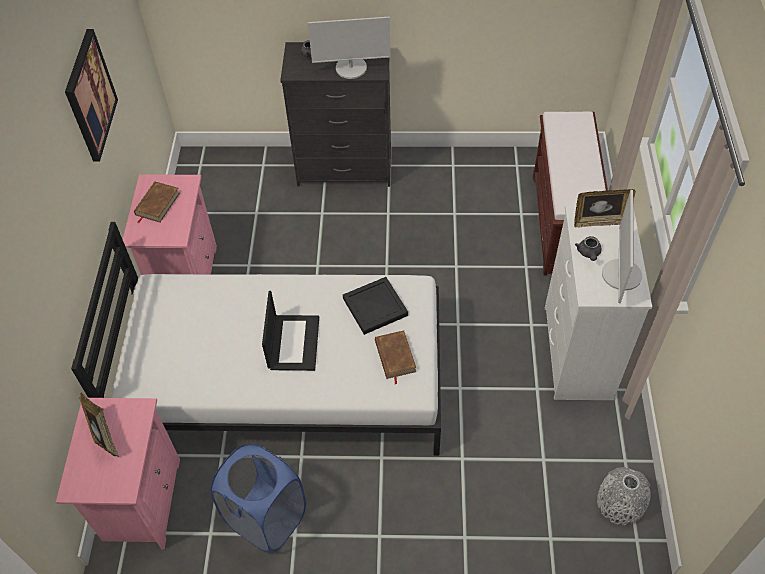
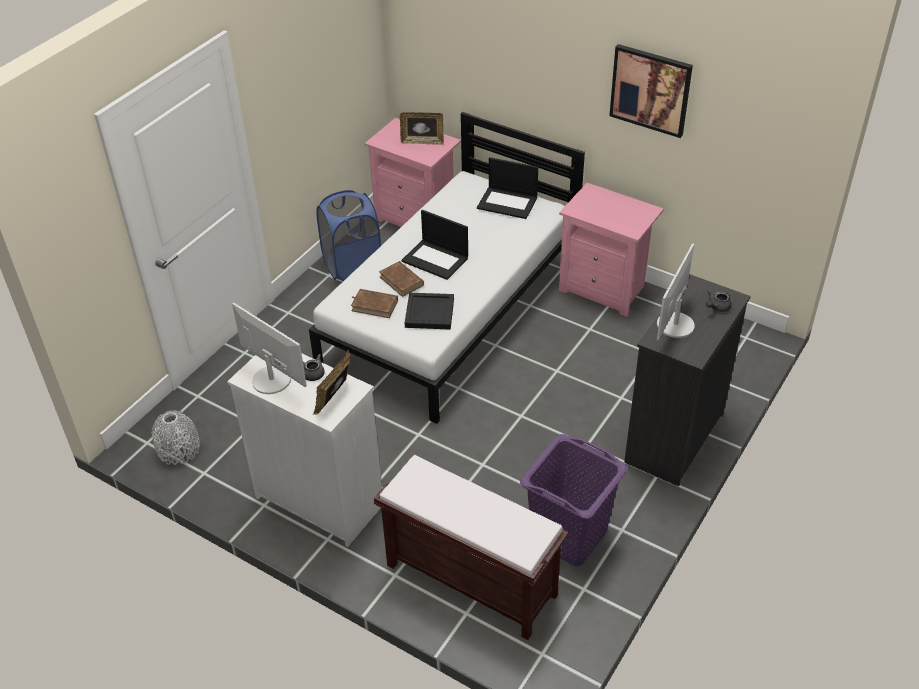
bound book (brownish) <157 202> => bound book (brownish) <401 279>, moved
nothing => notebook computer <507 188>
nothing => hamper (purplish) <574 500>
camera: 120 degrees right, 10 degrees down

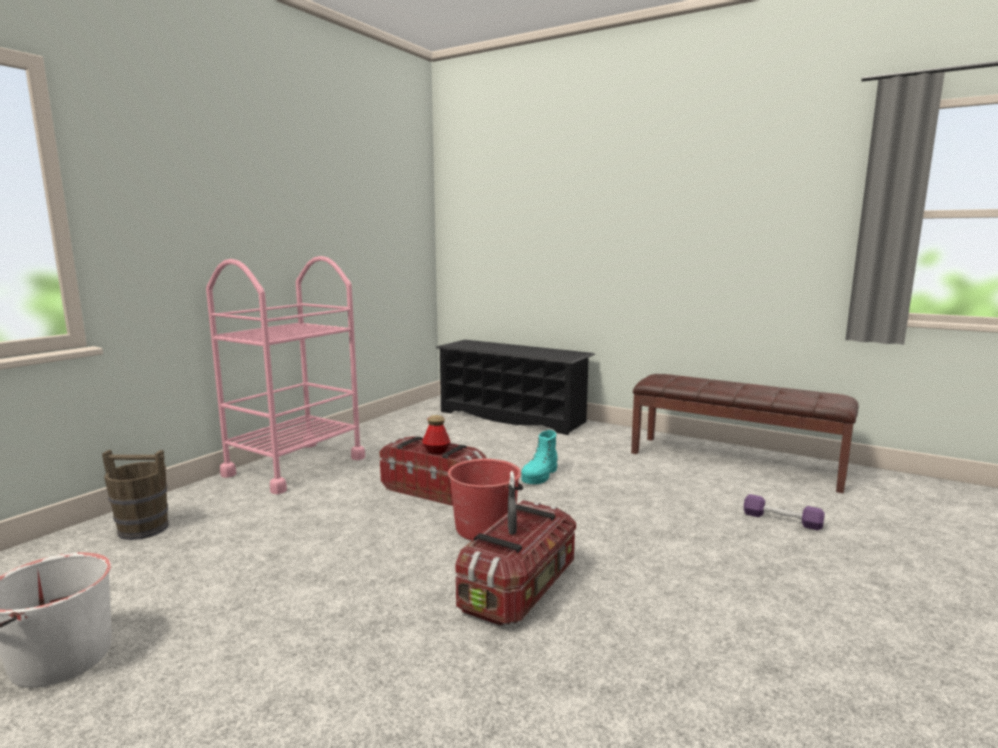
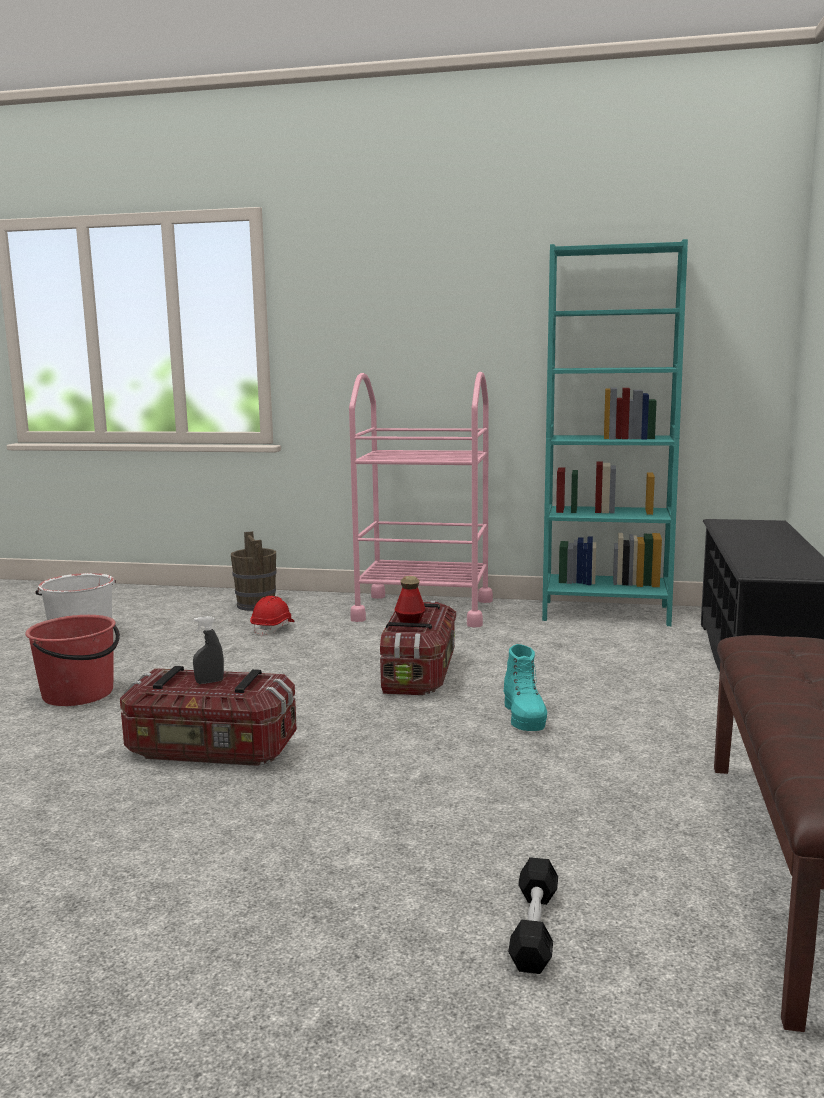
tall boot (blue-green) <539 457> => tall boot (blue-green) <525 687>, 105 degrees counterclockwise
bucket (reddish) <485 500> => bucket (reddish) <72 660>, moved
free weight (purplish) <784 512> => free weight (blackish) <533 915>
nothing => bookshelf (blue-green) <615 432>
nothing => work helmet (reddish) <272 616>
camera: 70 degrees right, 0 degrees up

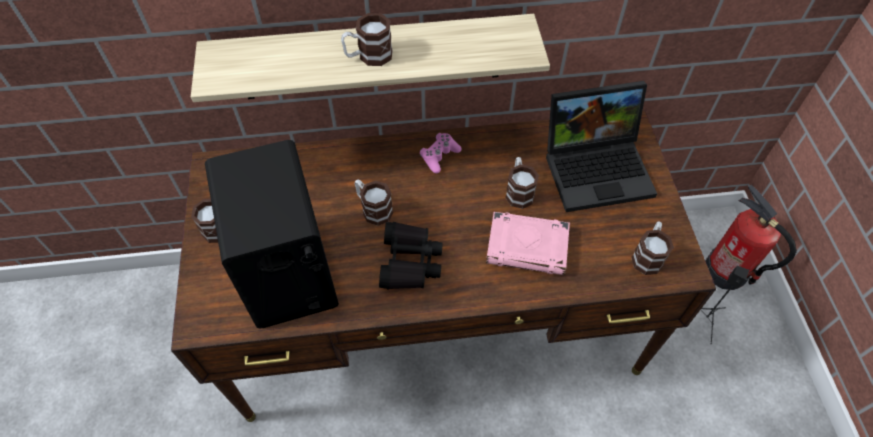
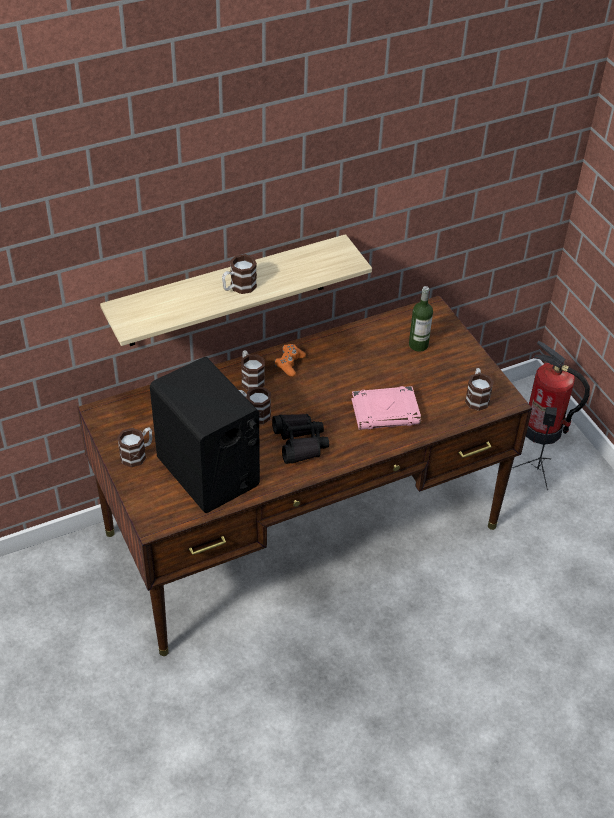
notebook computer <601 146> => bottle <421 319>
game controller (pinkish) <441 153> => game controller (orange-coloured) <290 360>
coffee mug <522 183> => coffee mug <253 370>, moved
camera: 20 degrees left, 10 degrees down

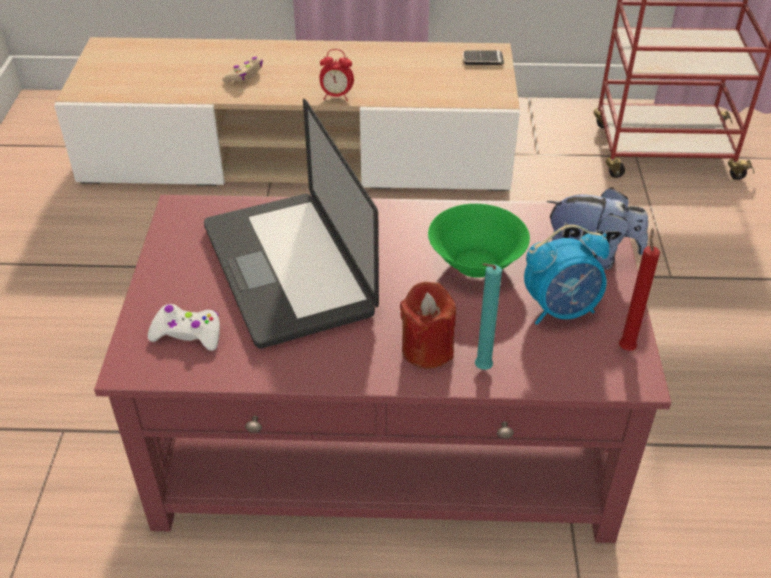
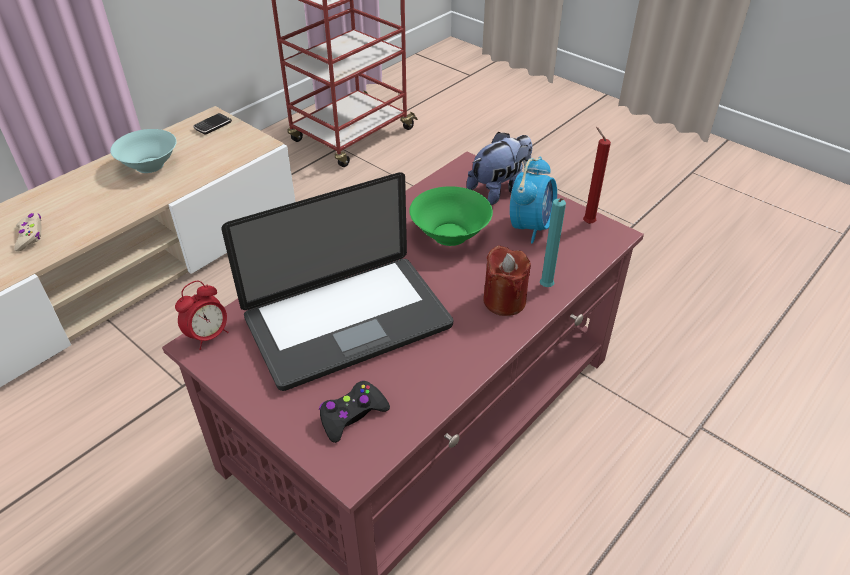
alarm clock <336 75> => alarm clock <202 315>, moved
notebook computer <291 224> => notebook computer <337 281>, 45 degrees counterclockwise
game controller (whitish) <184 327> => game controller (blackish) <354 412>
nothing => serving bowl (blue-green) <143 151>
camera: 50 degrees left, 0 degrees up

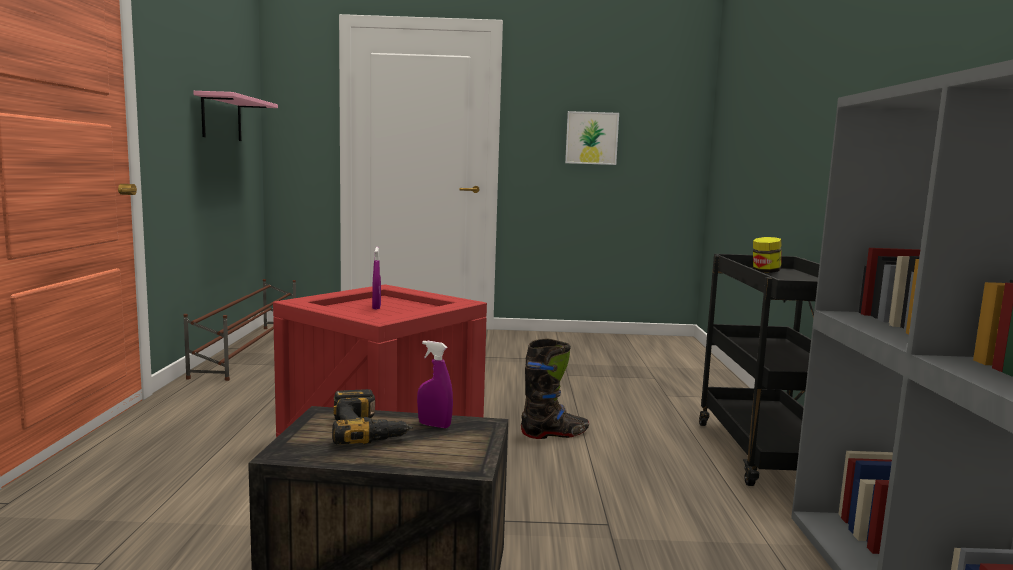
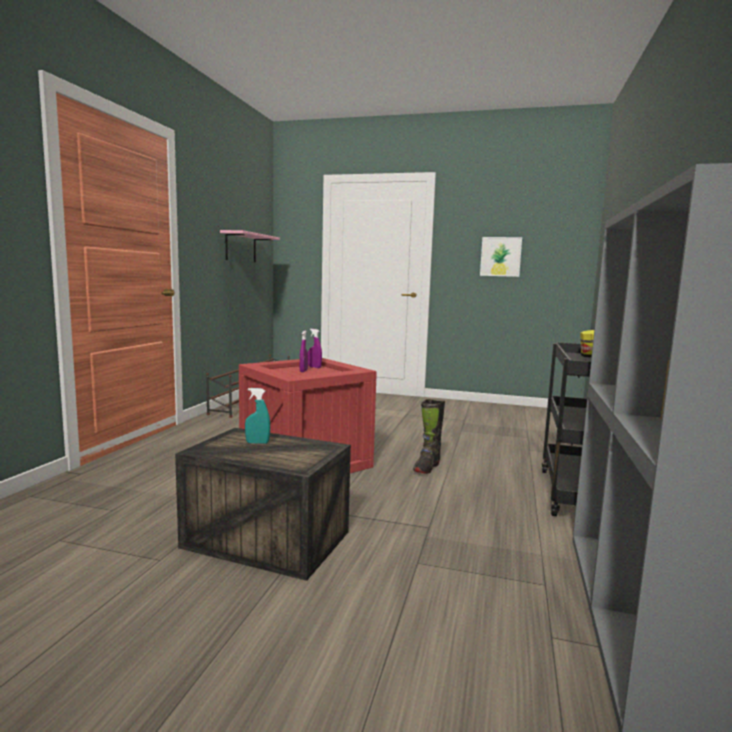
tall boot (blackish) <555 388> => tall boot (blackish) <429 436>, 120 degrees clockwise
hand sprayer (purplish) <435 384> => hand sprayer (purplish) <315 348>, moved
power drill <372 416> => hand sprayer (blue-green) <257 416>
camera: 15 degrees right, 0 degrees up

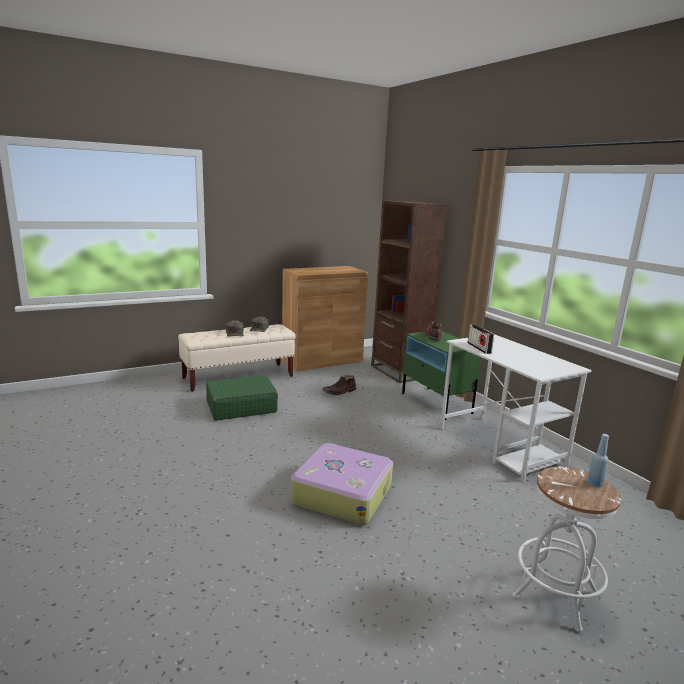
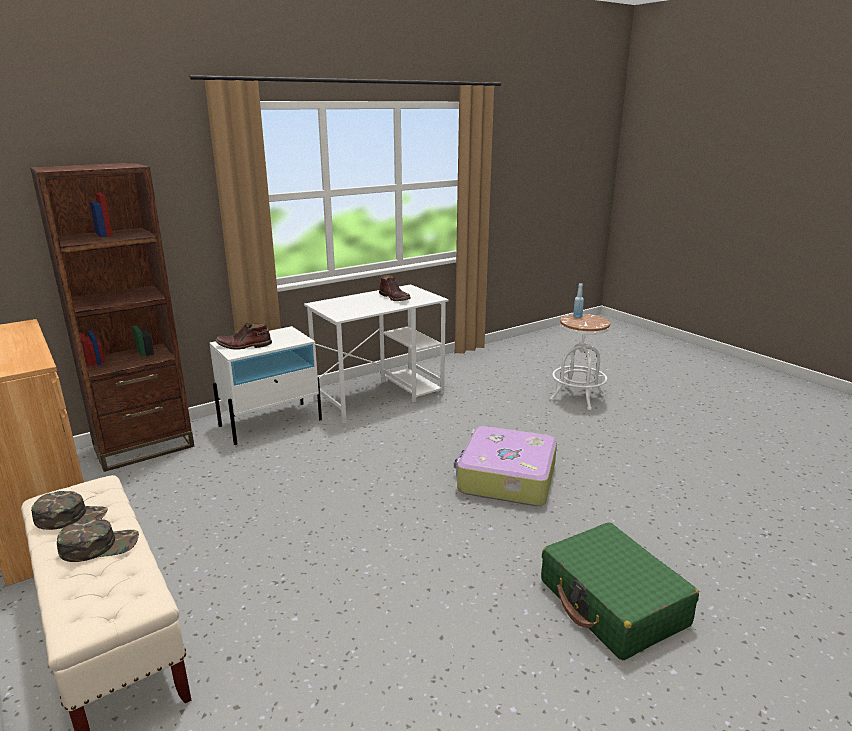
radio set <480 339> => nothing
bedside table (green) <442 375> => bedside table (whitish) <265 385>
travel case (green) <242 398> => travel case (green) <620 591>, moved
tall boot (brownish) <339 385> => tall boot (brownish) <395 288>, moved
camera: 95 degrees left, 5 degrees up

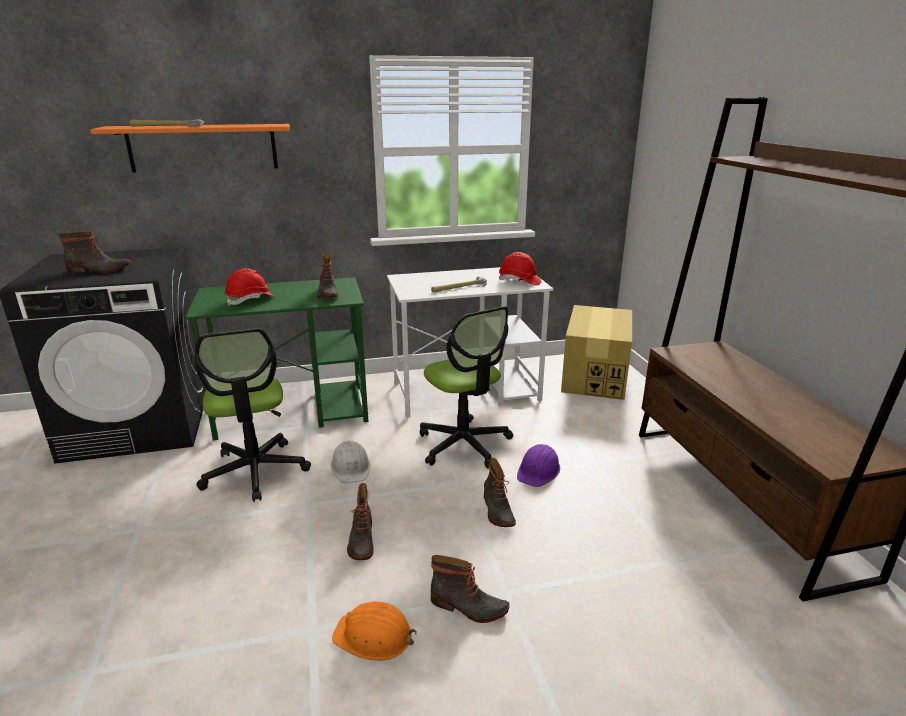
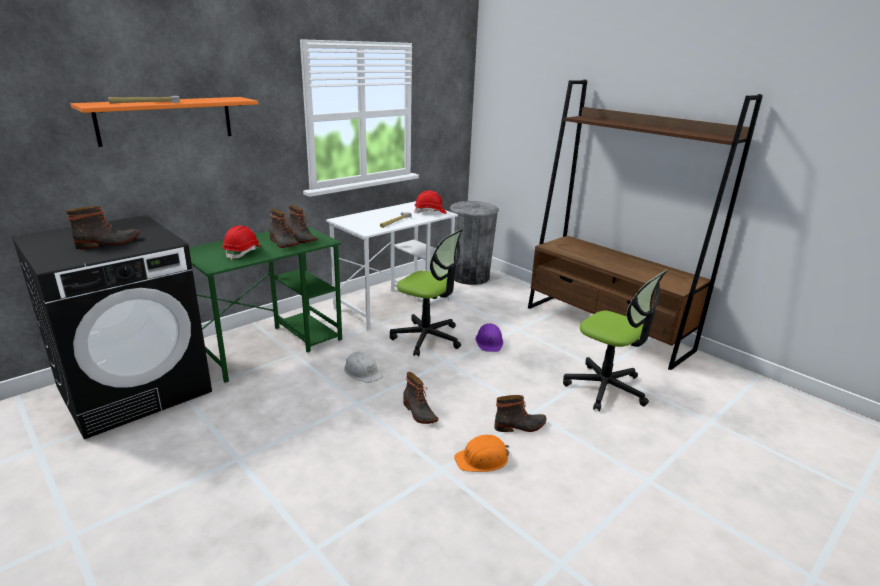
packing box <596 352> => rubbish bin (grey) <474 243>
computer chair <252 415> => computer chair <616 340>, moved
tall boot <500 492> => tall boot <284 228>, moved
camera: 30 degrees left, 0 degrees up

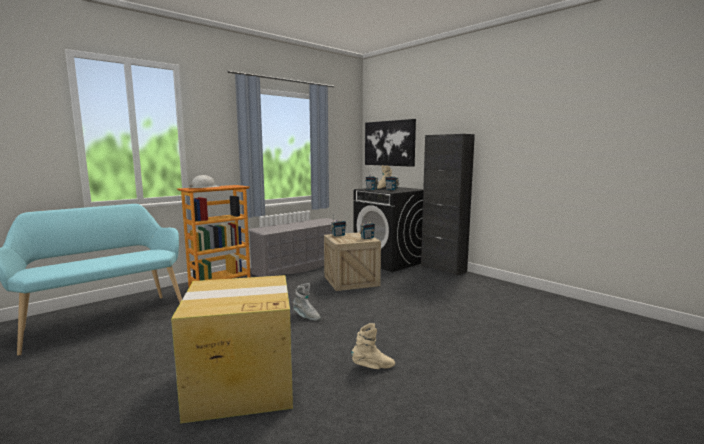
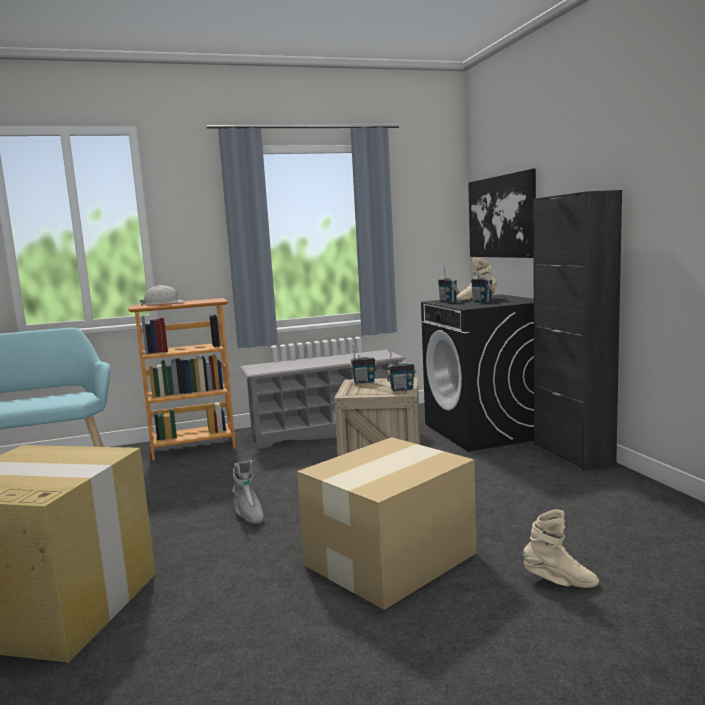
tall boot (beige-coloured) <373 346> => tall boot (beige-coloured) <560 548>, moved
nothing => packing box <386 523>
camera: 25 degrees right, 0 degrees up

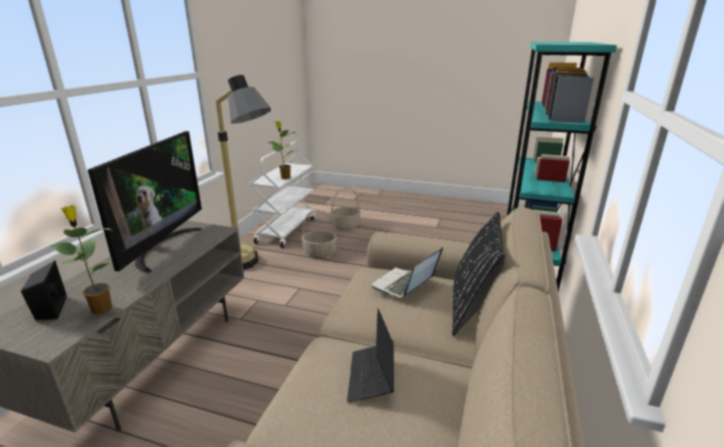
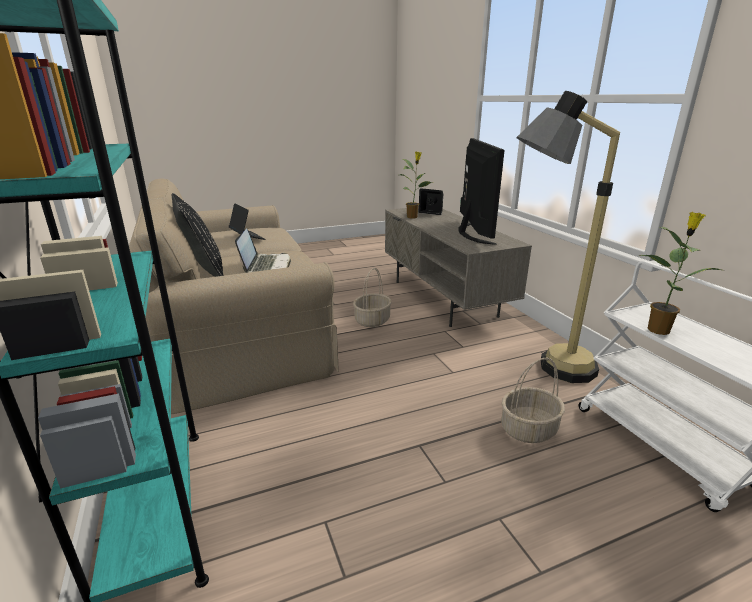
television <145 202> => television <481 191>, 150 degrees counterclockwise
household basket <345 209> => household basket <372 297>, moved
camera: 140 degrees right, 0 degrees up

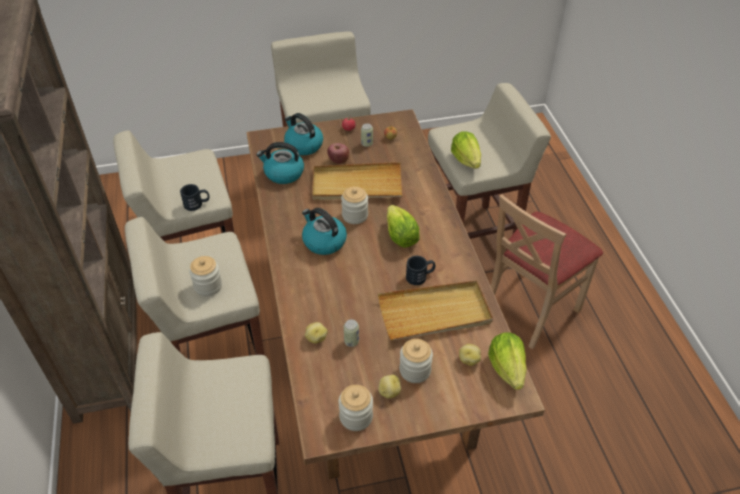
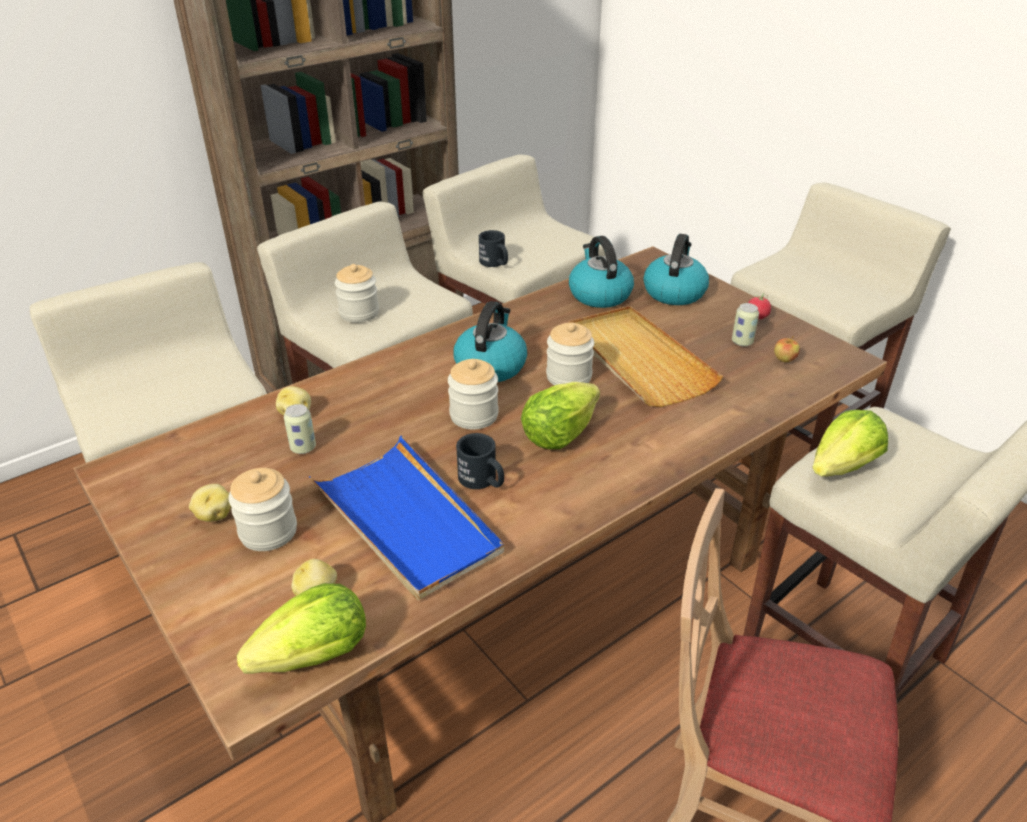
whole apple <338 153> => nothing
serving tray (beige-coloured) <435 310> => serving tray (blue-coloured) <406 518>
jar <356 408> => jar <473 394>, moved
camera: 65 degrees right, 10 degrees down

